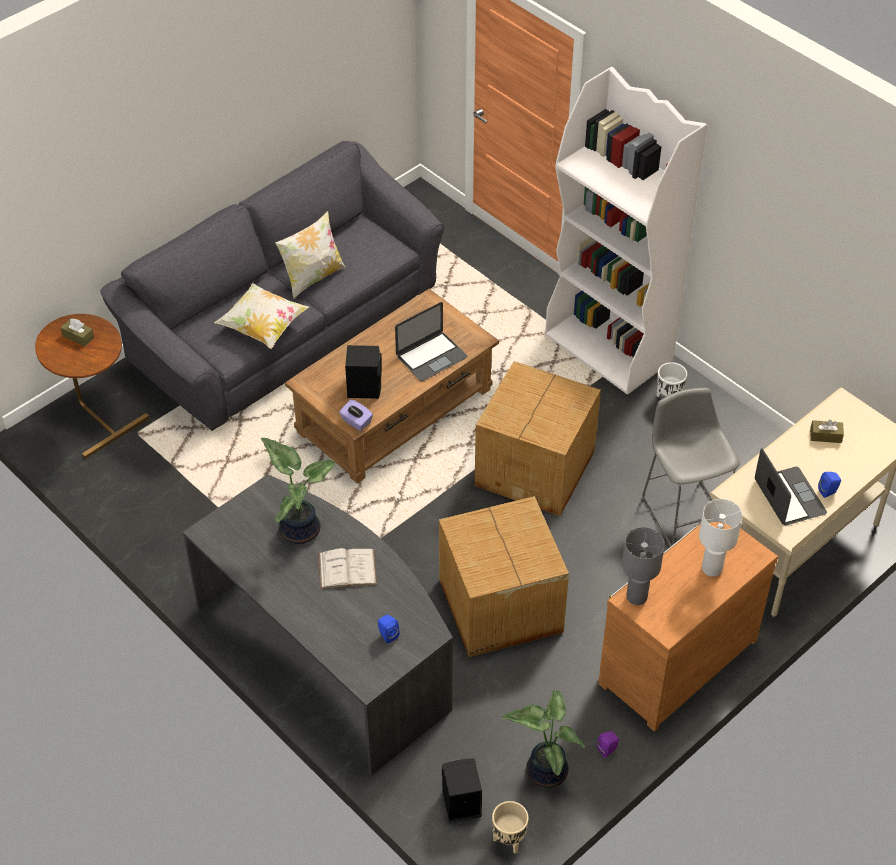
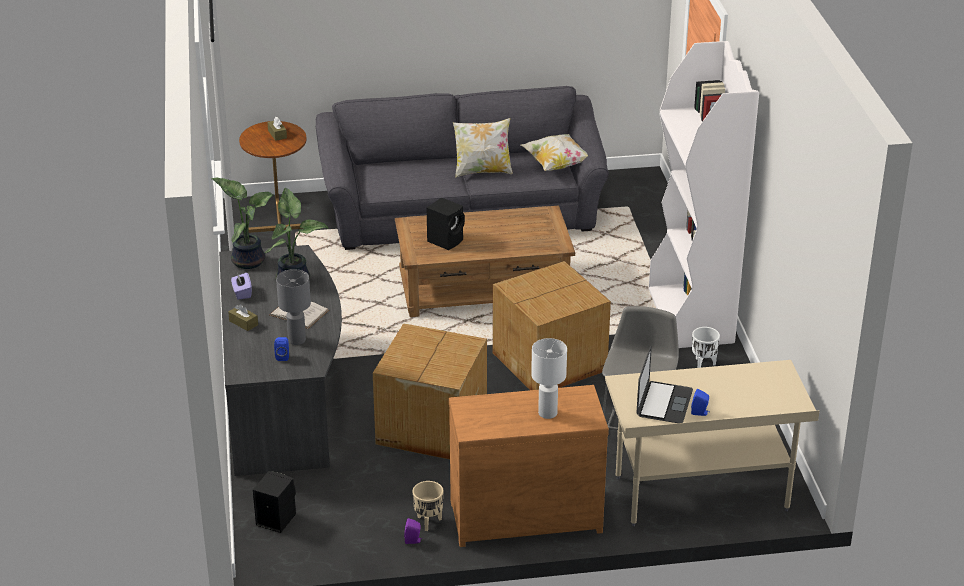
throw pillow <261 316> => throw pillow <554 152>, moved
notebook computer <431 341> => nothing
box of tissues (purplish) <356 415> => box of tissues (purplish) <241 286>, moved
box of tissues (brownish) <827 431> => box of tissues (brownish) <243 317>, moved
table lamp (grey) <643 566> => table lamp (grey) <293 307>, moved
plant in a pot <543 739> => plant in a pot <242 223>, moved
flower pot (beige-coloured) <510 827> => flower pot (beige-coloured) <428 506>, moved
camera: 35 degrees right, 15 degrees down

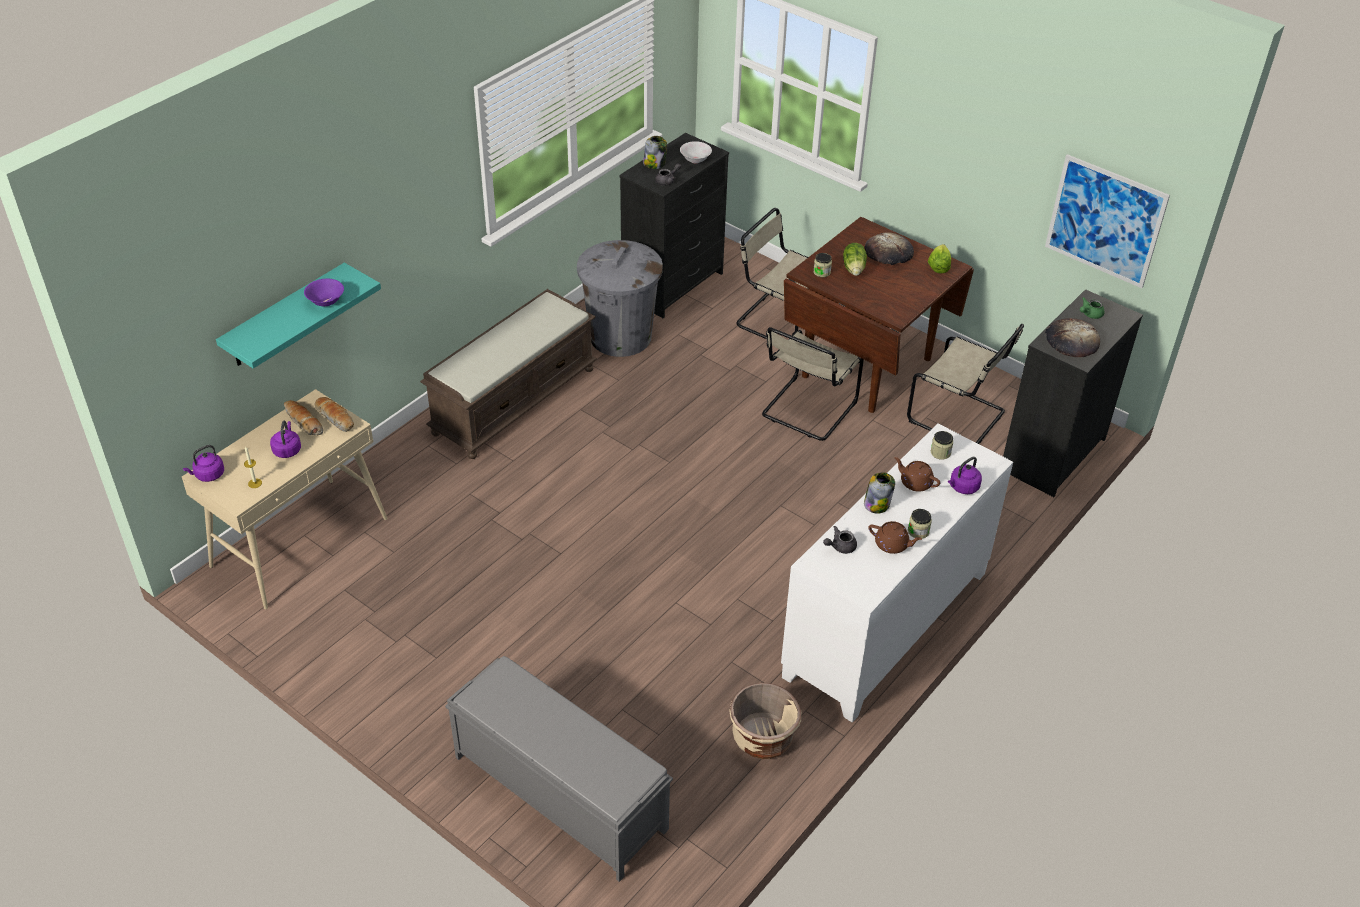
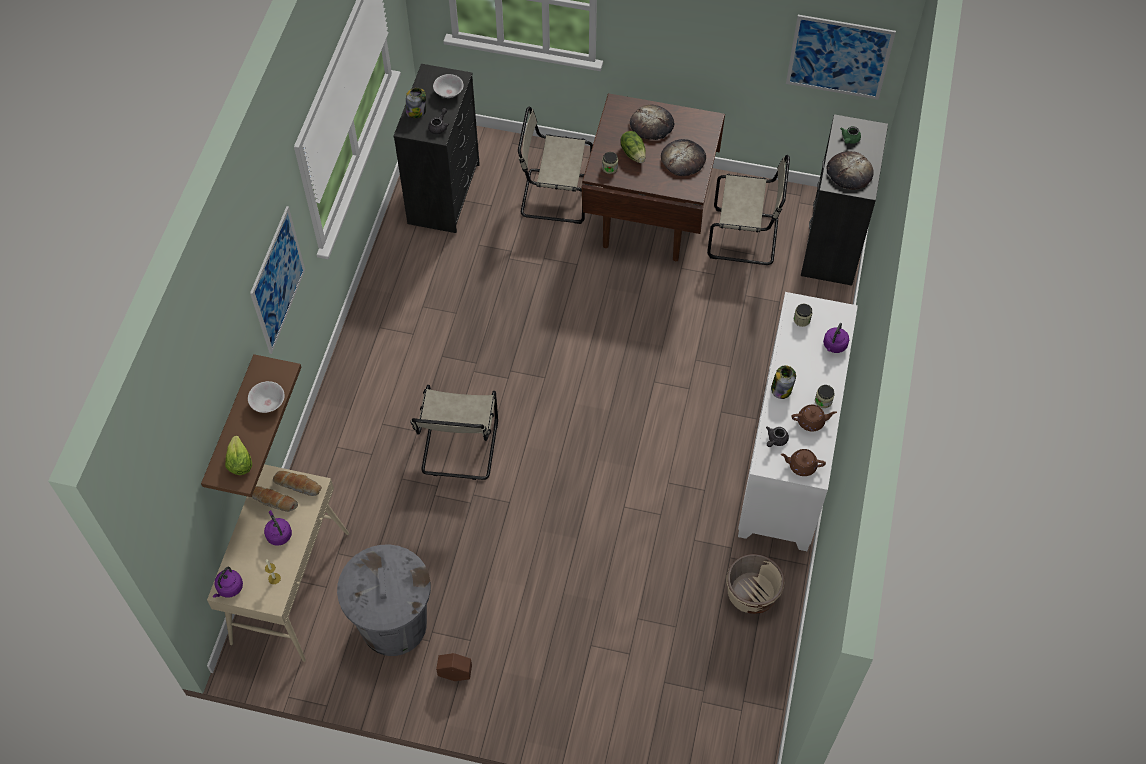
rubbish bin (grey) <620 298> => rubbish bin (grey) <384 600>, moved
lettuce head <939 258> => lettuce head <238 455>, moved
wall shelf (blue-green) <298 316> => wall shelf (brownish) <251 425>
serving bowl (purplish) <324 292> => serving bowl (whitish) <266 397>
indoor bench (brownish) <508 374> => nothing
plain chair (beige-coloured) <813 384> => plain chair (beige-coloured) <454 432>, moved
teapot (brownish) <918 474> => teapot (brownish) <803 462>, moved
indoor bench (grey) <559 769> => nothing
nothing => bread <683 157>
nothing => wall picture <277 280>
nothing => flower pot (brownish) <454 667>
camera: 25 degrees left, 15 degrees up

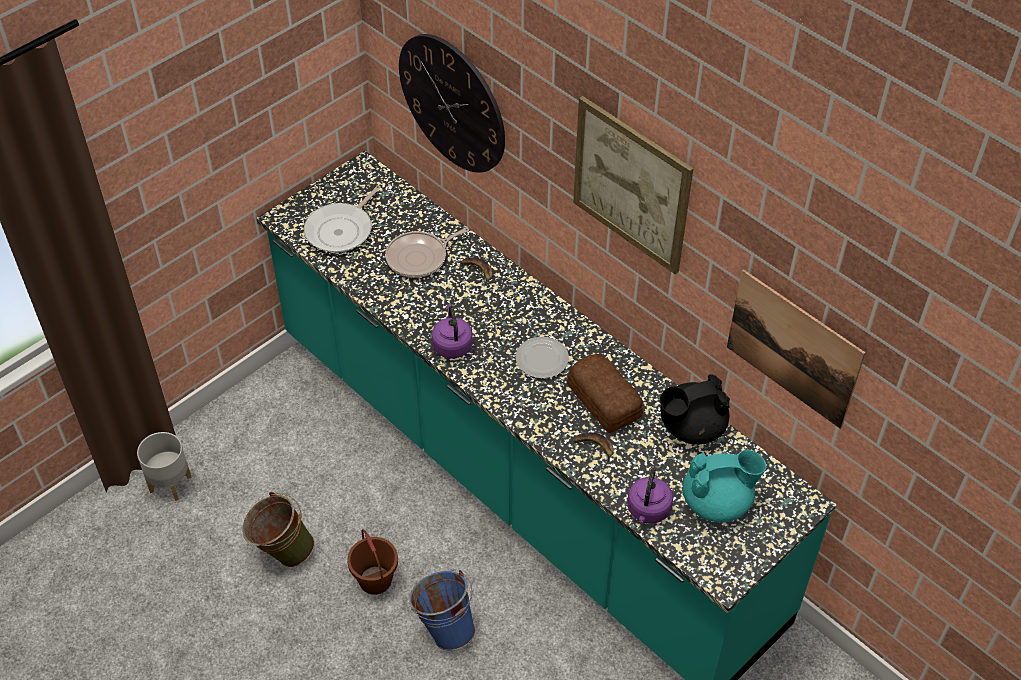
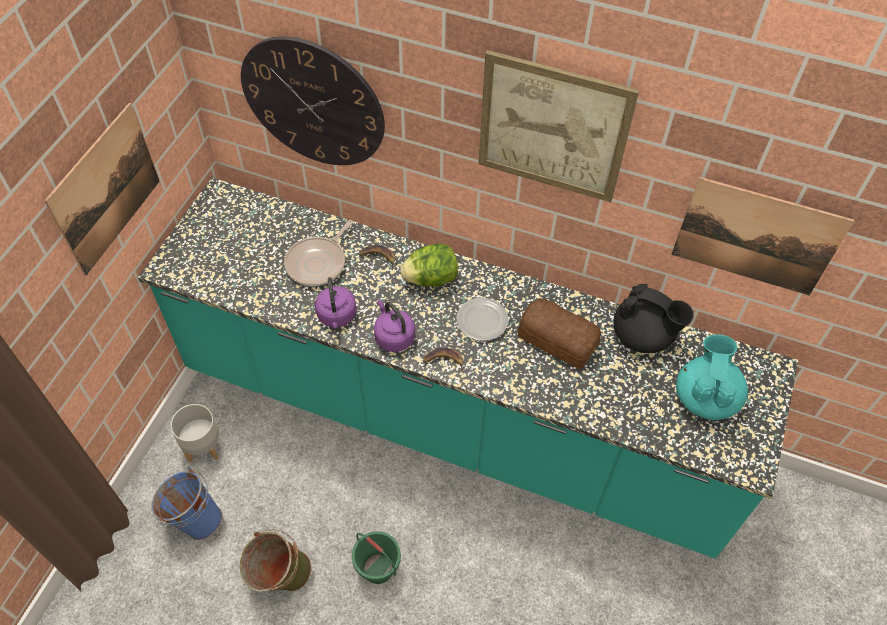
frying pan <342 219> => nothing
teapot (blackish) <695 409> => teapot (blackish) <654 318>, 105 degrees counterclockwise
flower pot (grey) <164 466> => flower pot (grey) <195 433>, moved
whole banana <593 448> => whole banana <443 360>, moved
teapot (blue-green) <724 486> => teapot (blue-green) <712 377>, 45 degrees counterclockwise
water kettle (purplish) <650 495> => water kettle (purplish) <335 302>, moved
bucket (brownish) <372 562> => bucket (green) <376 557>
bucket (blue-coloured) <442 610> => bucket (blue-coloured) <187 504>, moved
nothing => wall picture <102 189>
nothing => lettuce head <429 265>
camera: 25 degrees left, 5 degrees up

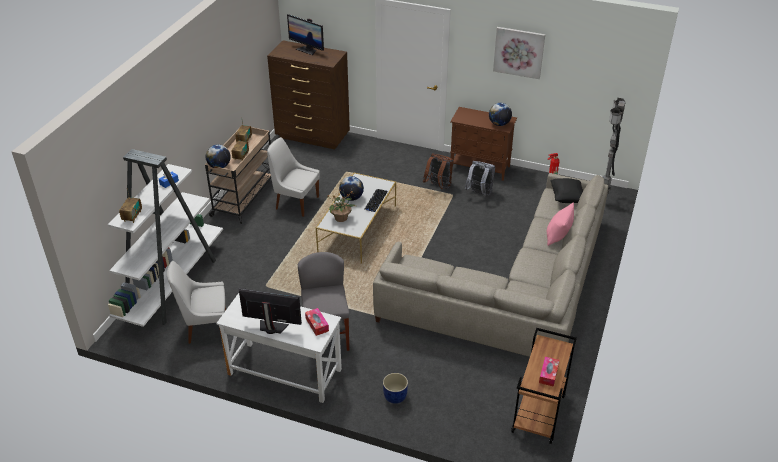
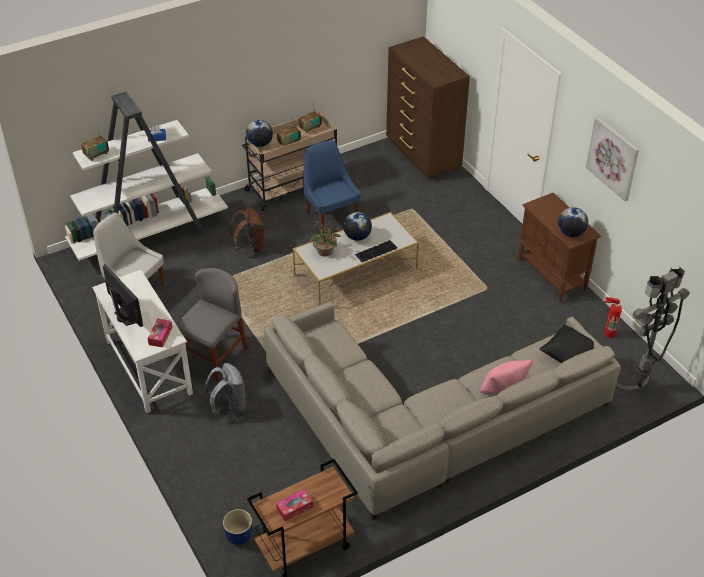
computer display <305 34> => nothing
plain chair (whitish) <293 177> => plain chair (blue-coloured) <332 186>
knapsack (brownish) <438 171> => knapsack (brownish) <246 230>, moved
knapsack (grey) <480 178> => knapsack (grey) <225 389>, moved
flower pot (blue-coloured) <395 388> => flower pot (blue-coloured) <238 527>, moved
camera: 40 degrees right, 5 degrees up

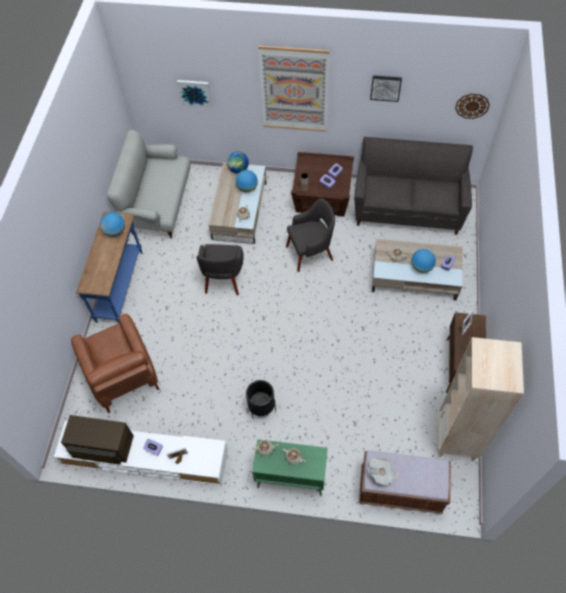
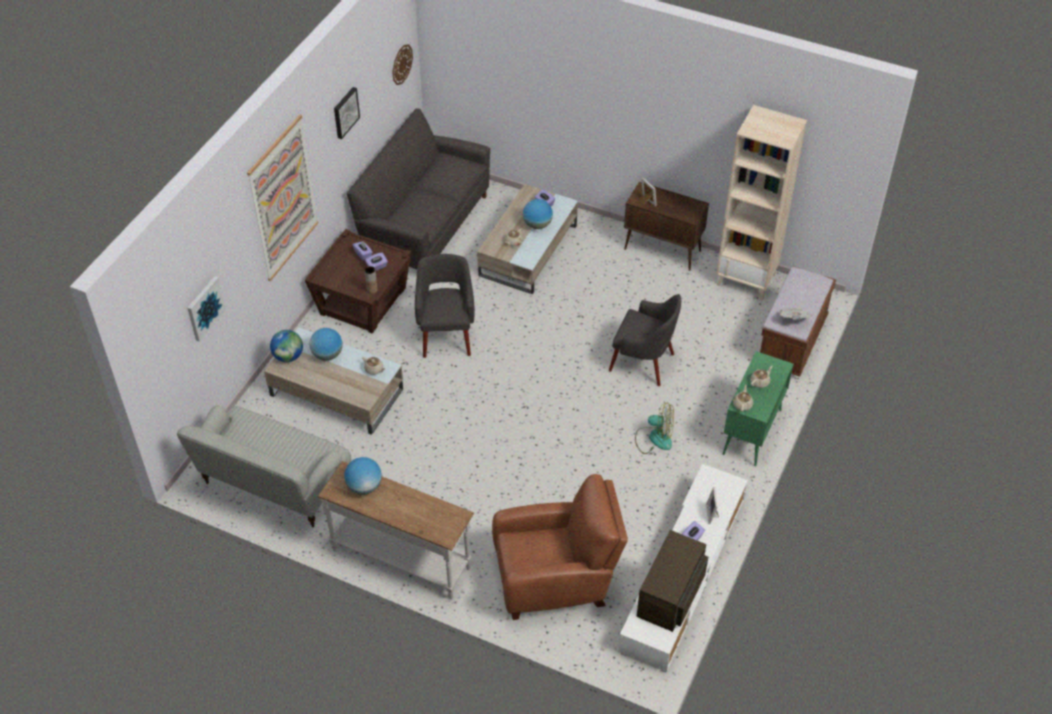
hall table (blue-coloured) <109 268> => hall table (whitish) <396 530>
easy chair (grey) <220 270> => easy chair (grey) <645 340>, moved
flower pot (blackish) <261 399> => fan <654 428>
camera: 75 degrees left, 10 degrees down

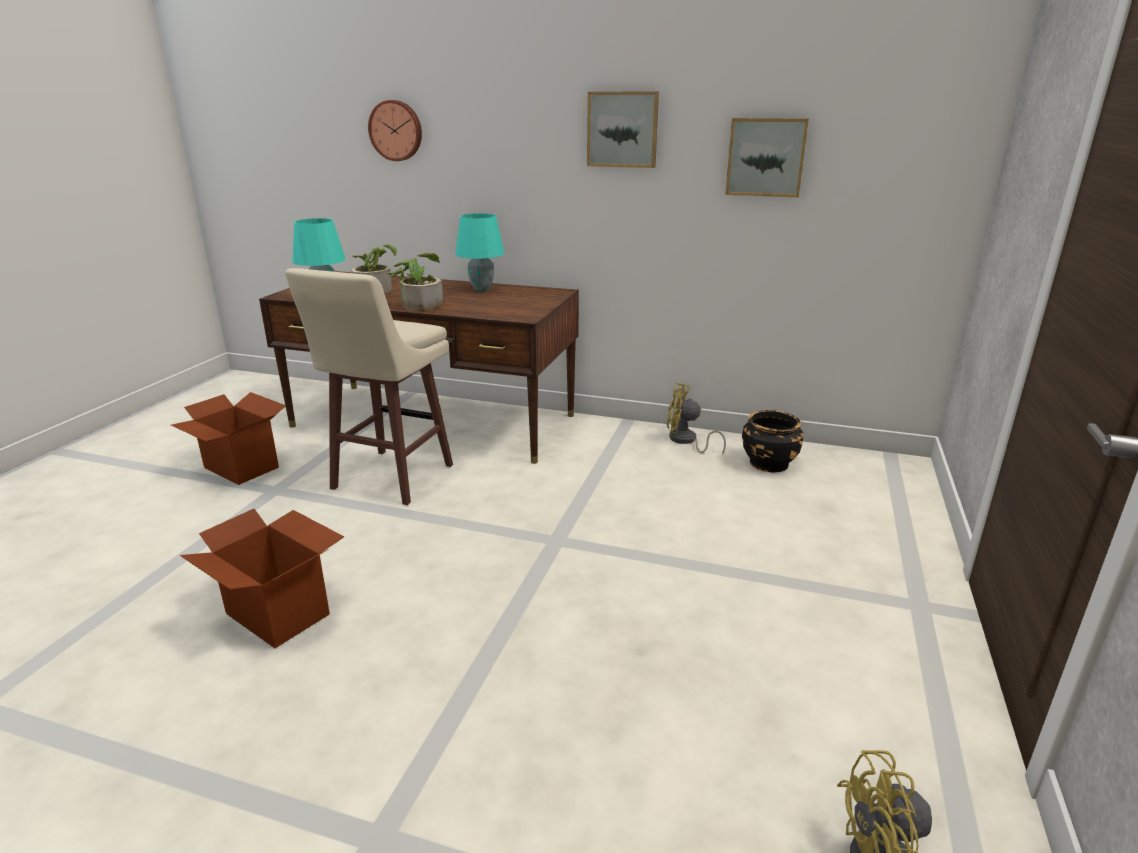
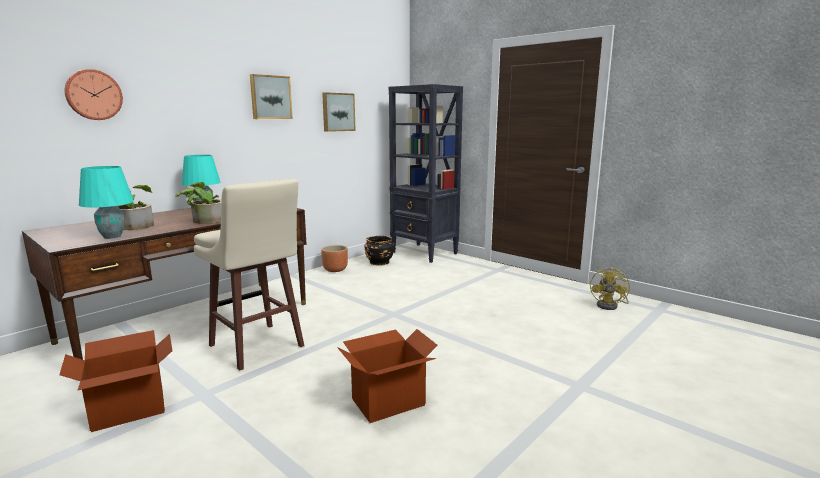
fan (yellow) <696 419> => flower pot (brownish) <334 258>
nothing => bookshelf (blackish) <425 173>
camera: 65 degrees left, 10 degrees down

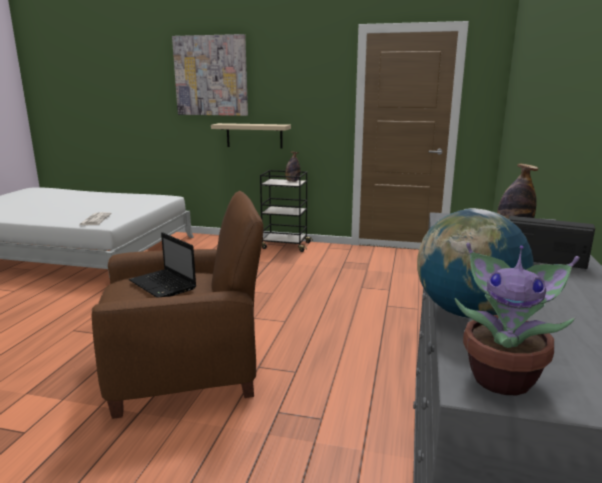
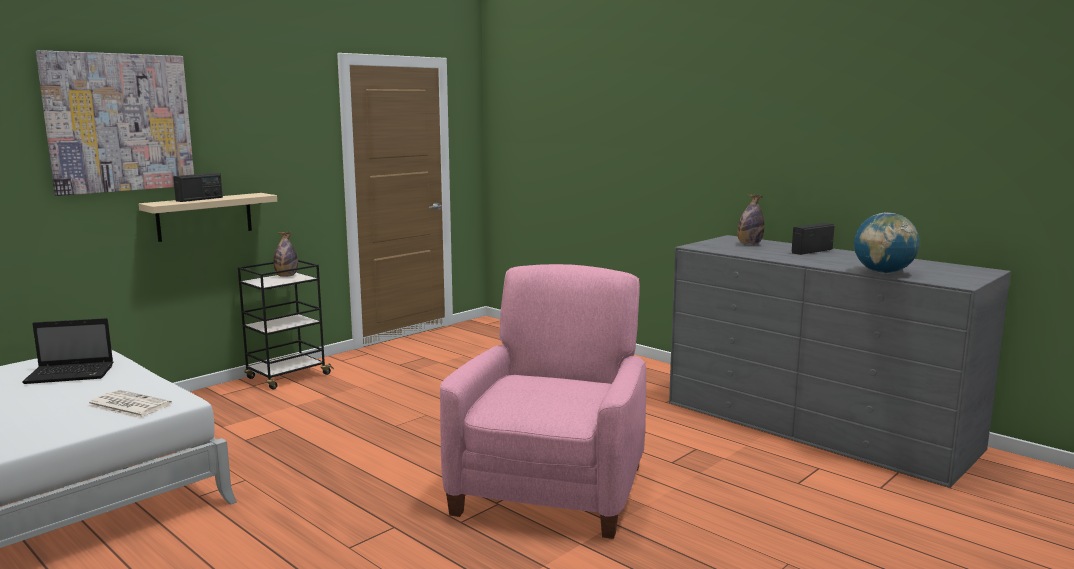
easy chair (brownish) <177 305> => easy chair (pinkish) <543 401>
notebook computer <162 264> => notebook computer <67 351>, moved
plant in a pot <517 319> => nothing
nothing => radio set <198 187>
camera: 60 degrees left, 5 degrees down

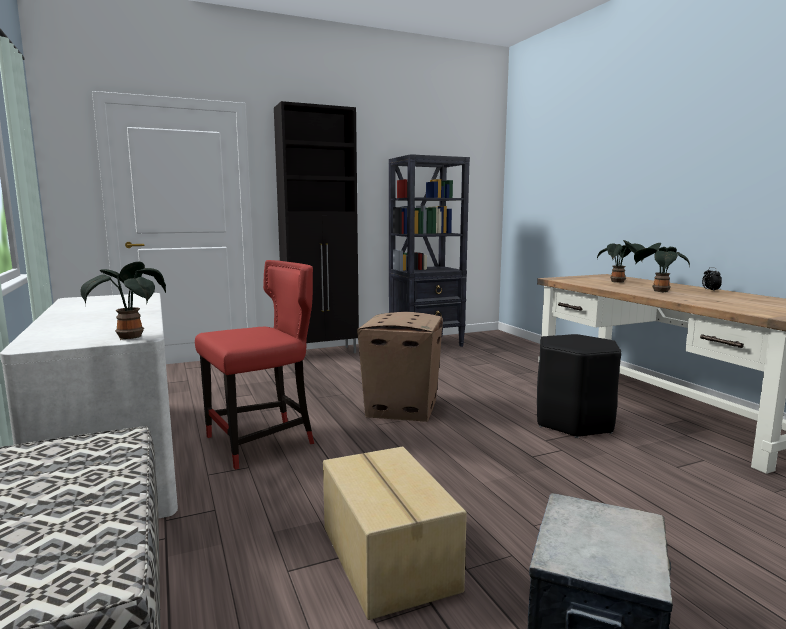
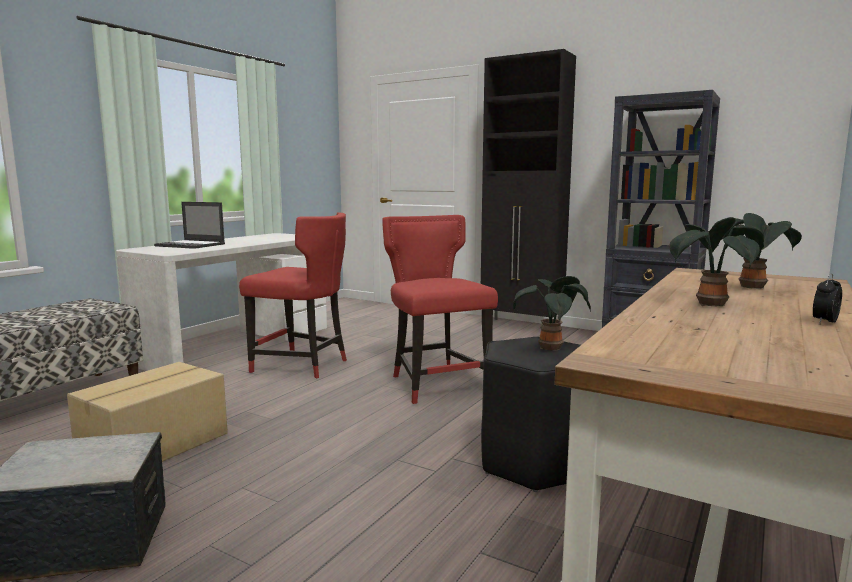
plant in a pot <123 301> => plant in a pot <552 313>, moved
packing box <400 367> => plain chair (reddish) <440 309>
nothing => notebook computer <189 225>
camera: 55 degrees right, 0 degrees up

